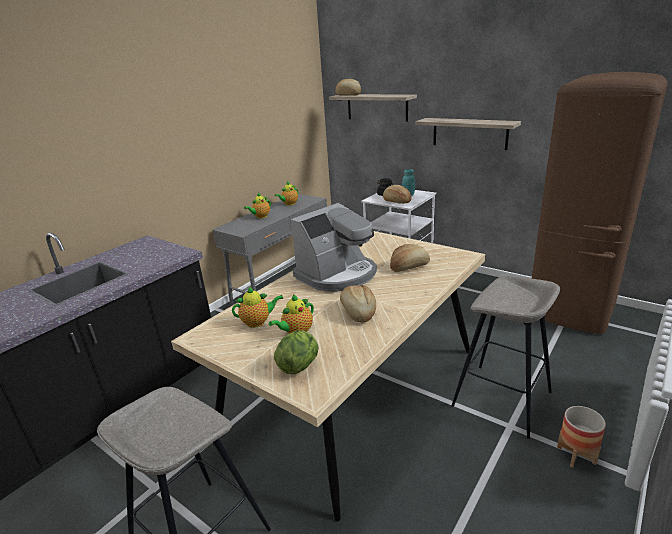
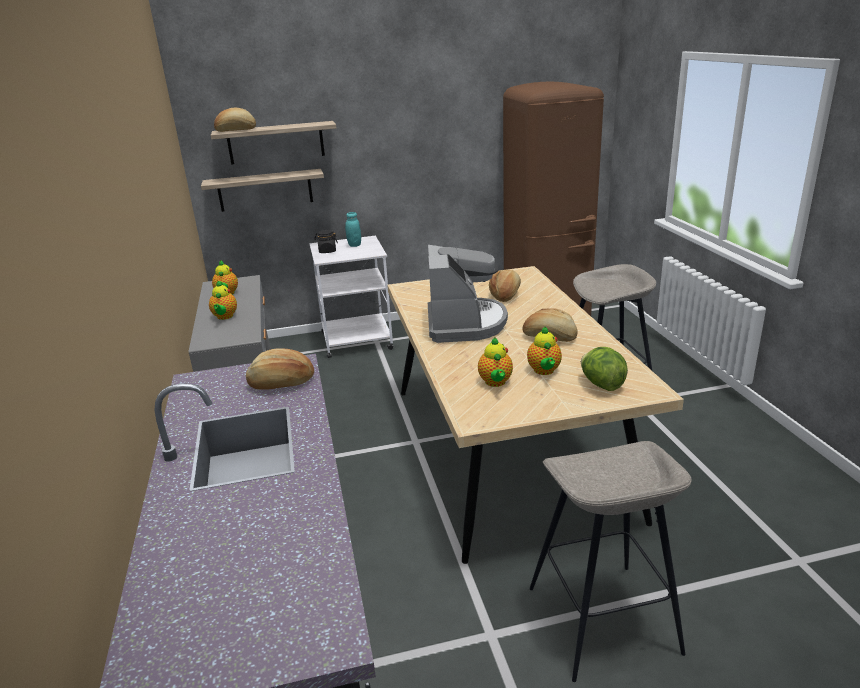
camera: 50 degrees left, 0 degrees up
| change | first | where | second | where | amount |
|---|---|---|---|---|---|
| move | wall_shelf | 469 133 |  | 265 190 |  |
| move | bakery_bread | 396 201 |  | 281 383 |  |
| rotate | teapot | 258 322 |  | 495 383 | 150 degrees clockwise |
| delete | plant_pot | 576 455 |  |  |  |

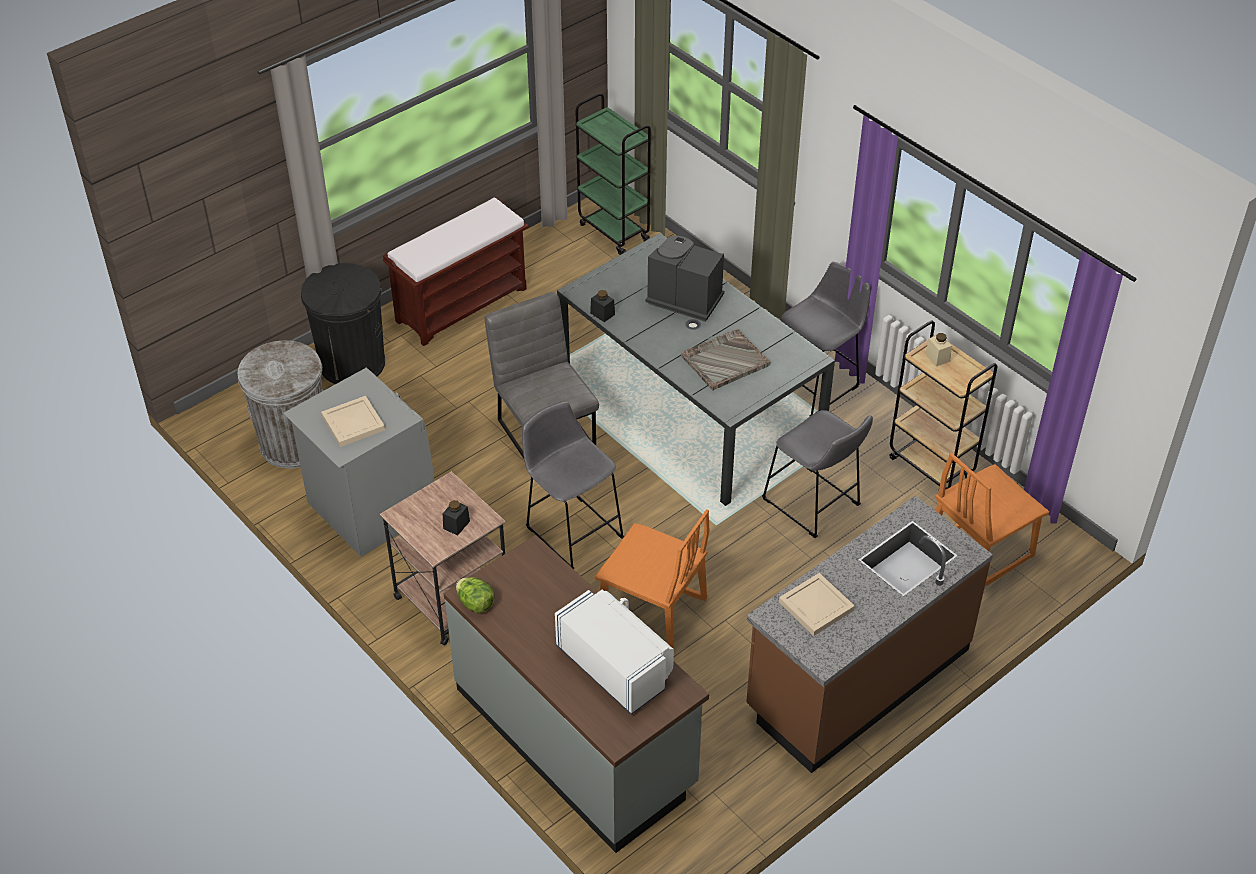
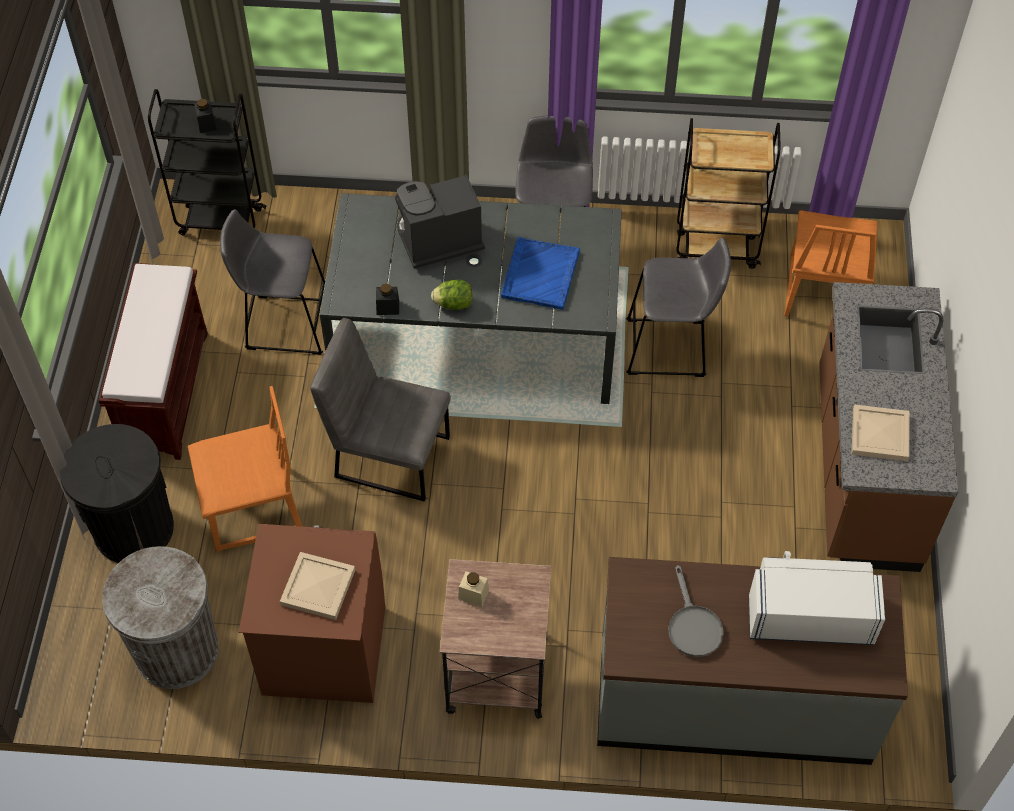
camera: 45 degrees left, 10 degrees up
| change | first | where | second | where | amount |
|---|---|---|---|---|---|
| recolor | greenish_wheeled_cart | 615 233 | black_wheeled_cart | 222 221 |  |
| recolor | grey_tray | 724 361 | bluish_tray | 540 275 |  |
| move | sand-coloured_jar | 937 357 |  | 473 594 |  |
| recolor | grey_laundry_machine | 368 507 | brown_laundry_machine | 322 652 |  |
| move | grey_sitting_stool | 572 529 |  | 284 324 |  |
| move | black_jar | 456 525 |  | 206 123 |  |
| move | orange_plain_chair | 652 611 |  | 252 509 |  |
| move | head_of_lettuce | 475 604 |  | 453 304 |  |
| insert |  |  | grey_pan | 692 625 |  |

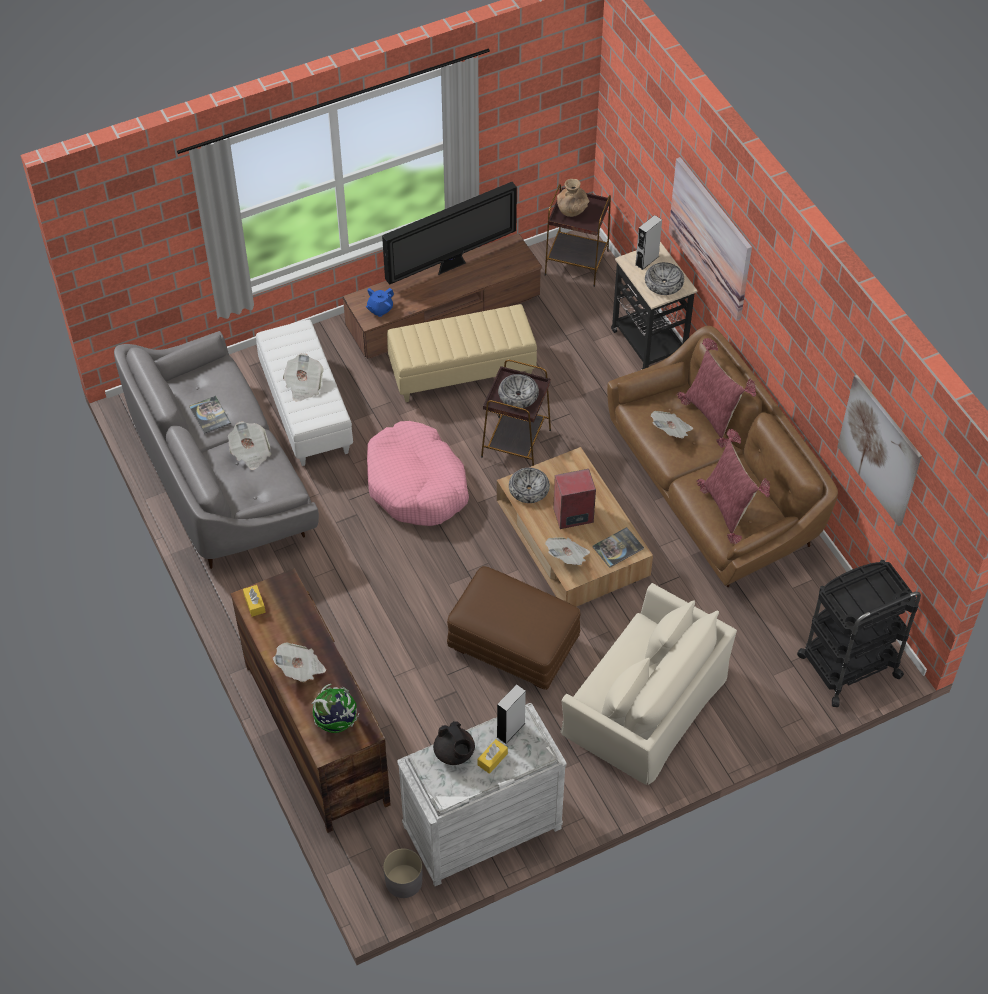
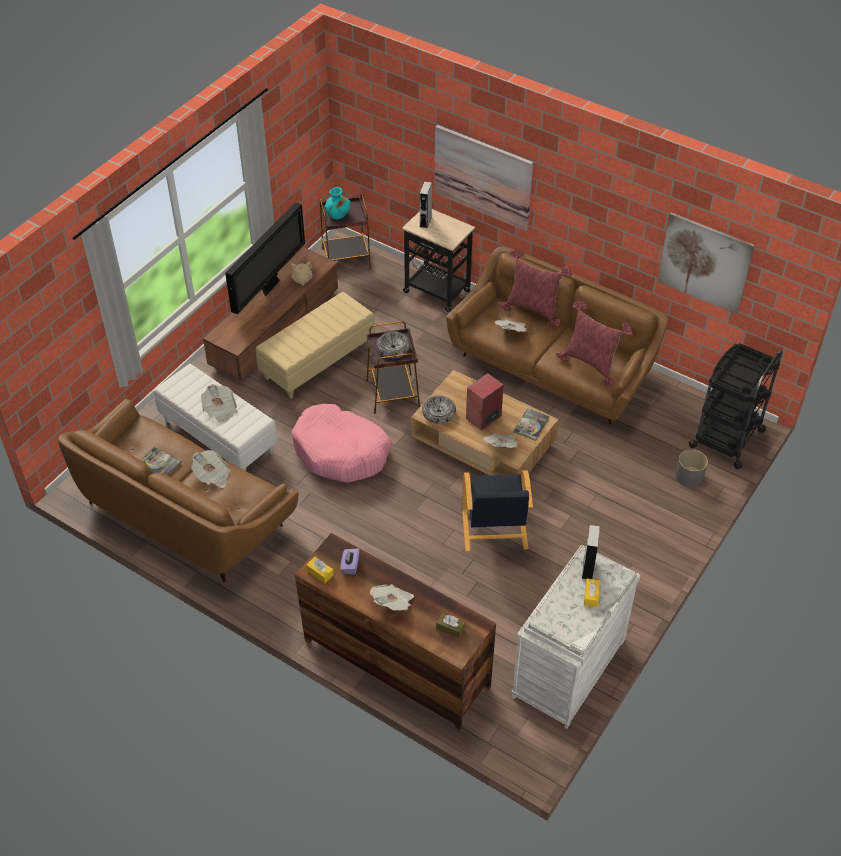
camera: 30 degrees left, 5 degrees down
| change | first | where | second | where | amount |
|---|---|---|---|---|---|
| recolor | brown_flower_vase | 572 210 | turquoise-coloured_flower_vase | 338 214 |  |
| delete | deep_dish | 663 283 |  |  |  |
| delete | bluish_teapot | 380 309 |  |  |  |
| recolor | grey_sofa | 221 477 | brown_sofa | 184 512 |  |
| replace | brown_footrest | 513 645 | black_lounge_chair | 494 530 |  |
| delete | sand-coloured_lounge_chair | 645 704 |  |  |  |
| replace | desk_globe | 336 722 | brown_box_of_tissues | 450 628 |  |
| delete | black_teapot | 454 753 |  |  |  |
| move | grey_plant_pot | 404 881 |  | 689 477 |  |
| insert |  |  | sand-coloured_teapot | 302 280 |  |
| insert |  |  | purplish_box_of_tissues | 350 566 |  |

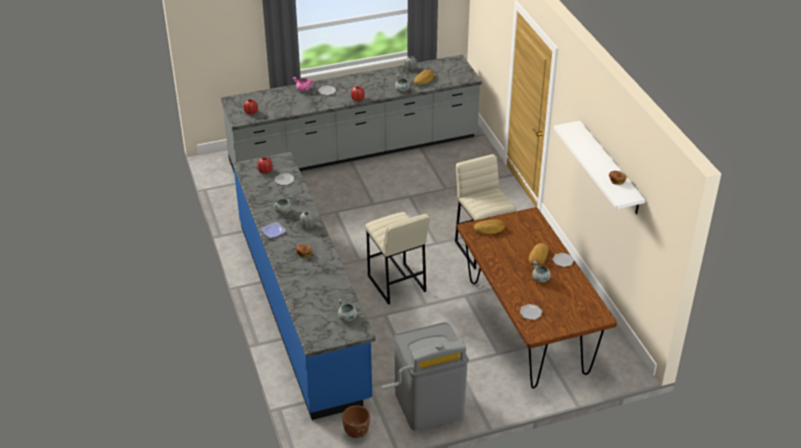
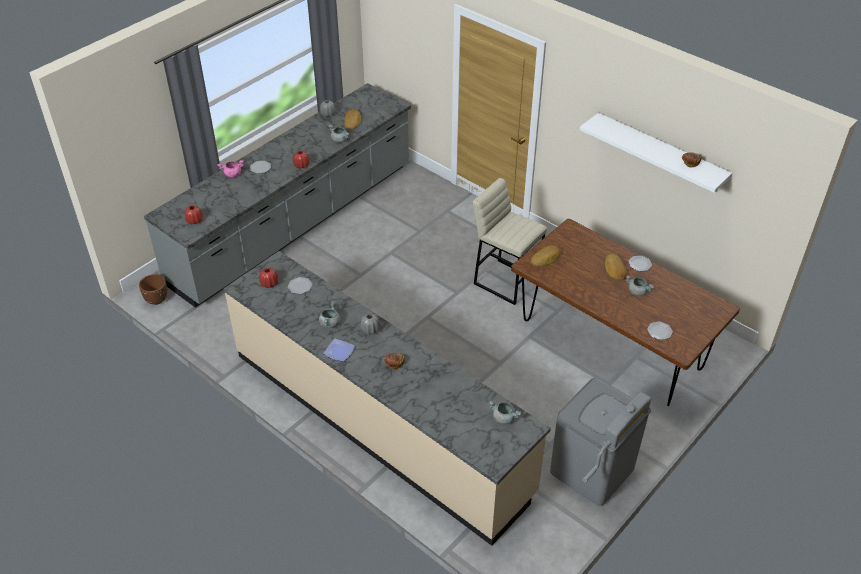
camera: 30 degrees left, 5 degrees up
| change | first | where | second | where | amount |
|---|---|---|---|---|---|
| recolor | bluish_counter | 302 307 | sand-coloured_counter | 380 421 |  |
| delete | sand-coloured_sitting_stool | 397 284 |  |  |  |
| move | brown_plant_pot | 356 432 |  | 157 300 |  |

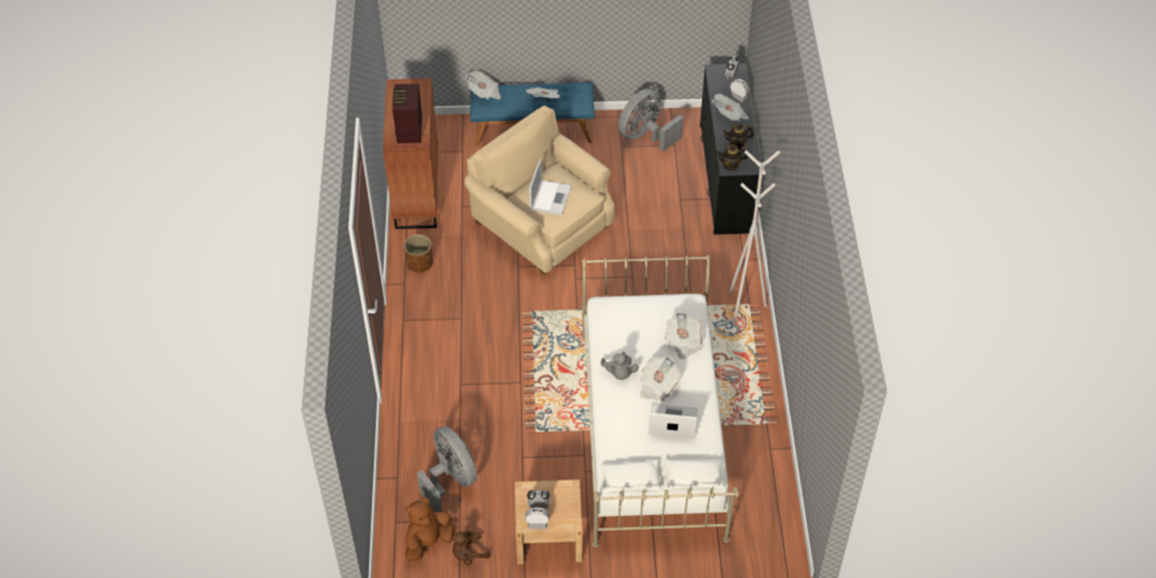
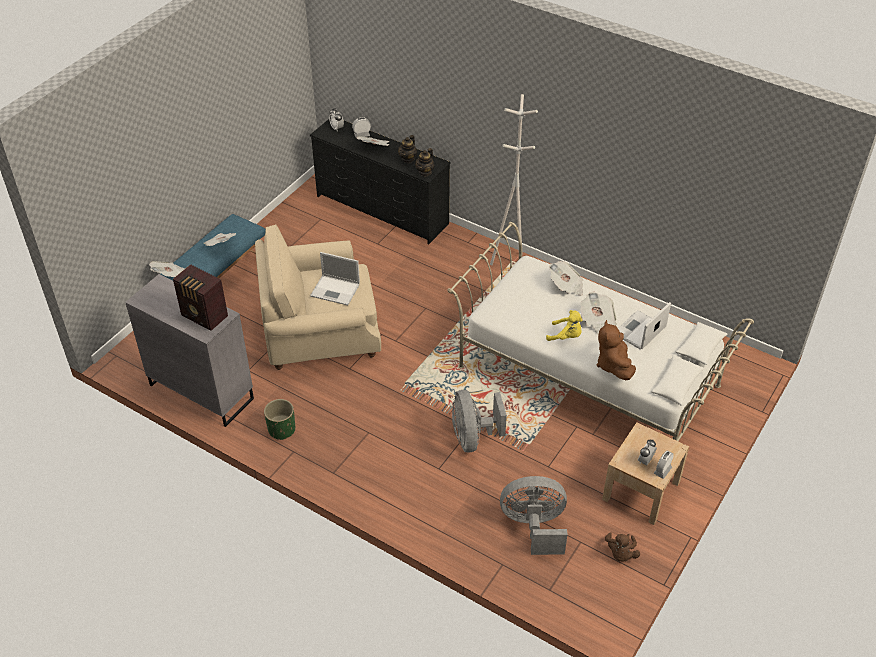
camera: 55 degrees left, 5 degrees down
| change | first | where | second | where | amount |
|---|---|---|---|---|---|
| recolor | brown_drawer_chest | 416 193 | grey_drawer_chest | 200 392 |  |
| move | grey_cooling_fan | 645 136 |  | 472 437 |  |
| rotate | portable_computer | 550 197 |  | 336 290 | 150 degrees clockwise |
| recolor | brown_plant_pot | 419 263 | greenish_plant_pot | 281 429 |  |
| recolor | grey_plush_toy | 619 373 | yellowish_plush_toy | 566 336 |  |
| move | brown_plush_toy | 428 542 |  | 613 365 |  |

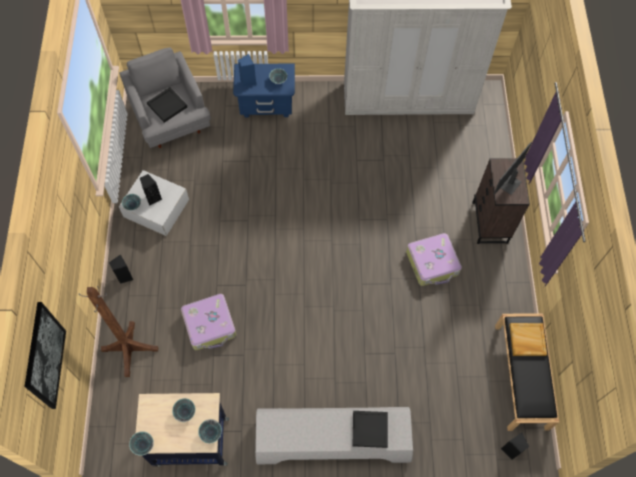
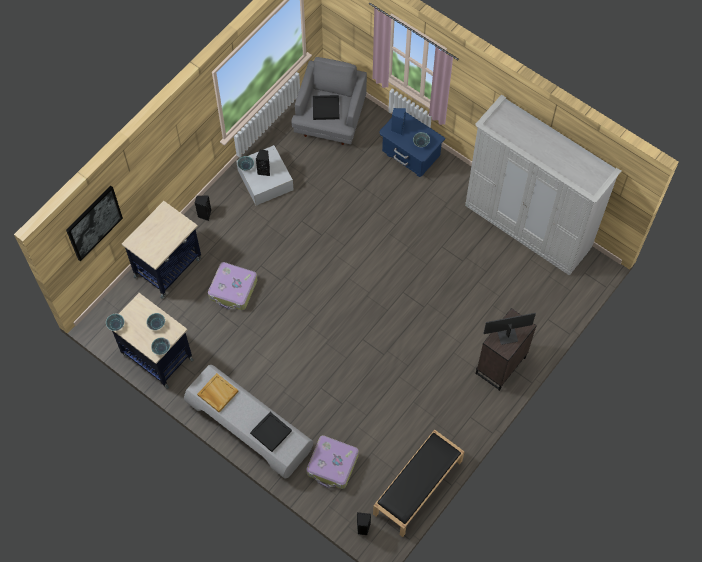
camera: 40 degrees right, 0 degrees up
| change | first | where | second | where | amount |
|---|---|---|---|---|---|
| move | travel_case | 433 263 |  | 332 465 |  |
| replace | brown_clothes_rack | 130 349 | bluish_wheeled_cart | 168 267 |  |
| move | sand-coloured_tray | 527 340 |  | 217 393 |  |

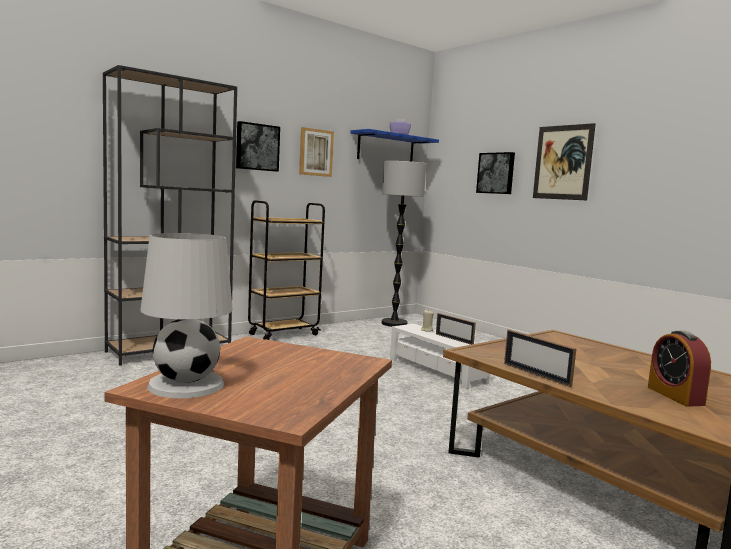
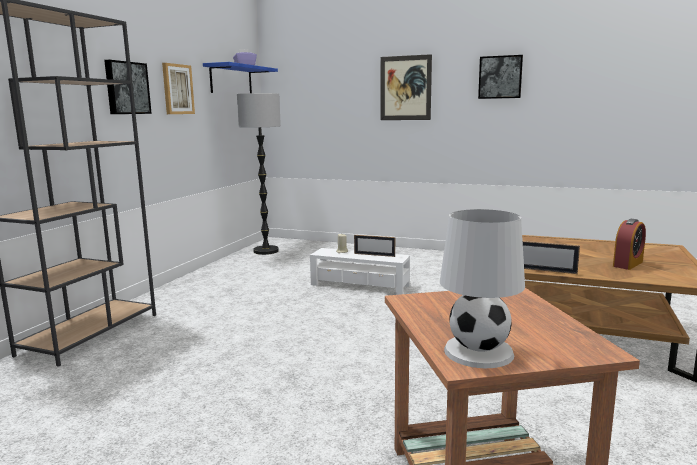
camera: 30 degrees left, 5 degrees up
| change | first | where | second | where | amount |
|---|---|---|---|---|---|
| move | picture | 496 173 |  | 500 77 |  |
| delete | brown_wheeled_cart | 284 334 |  |  |  |
| rotate | alarm_clock | 675 396 |  | 627 264 | 90 degrees counterclockwise |

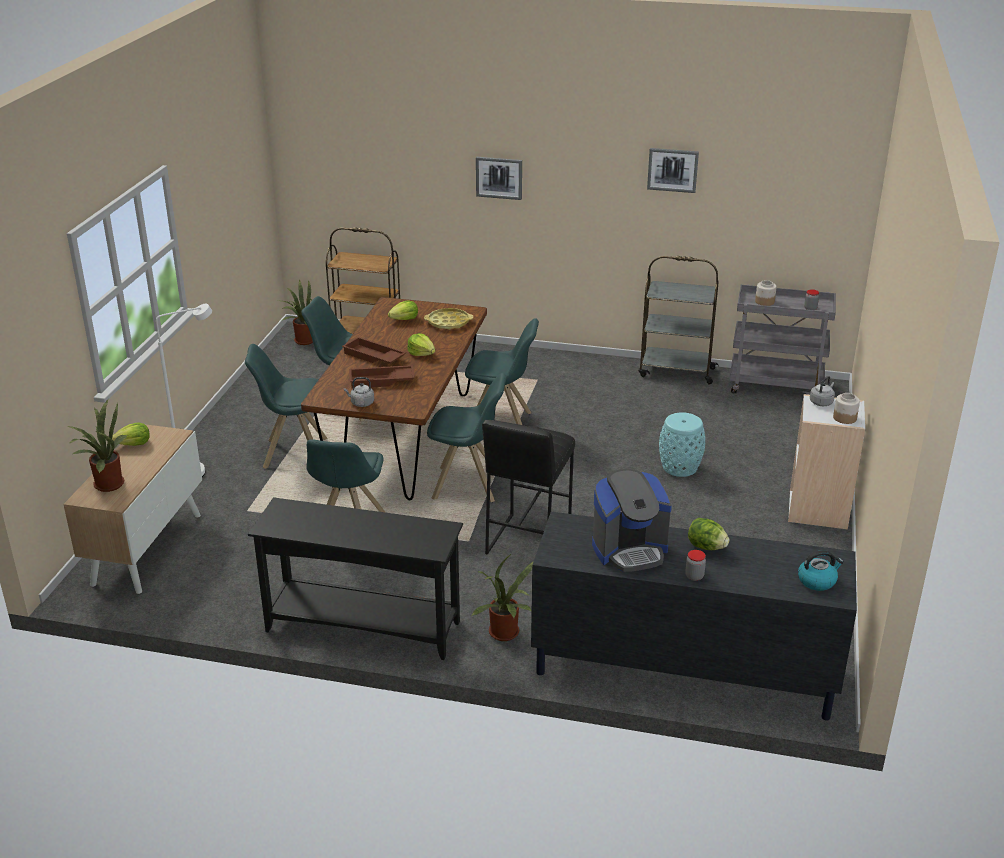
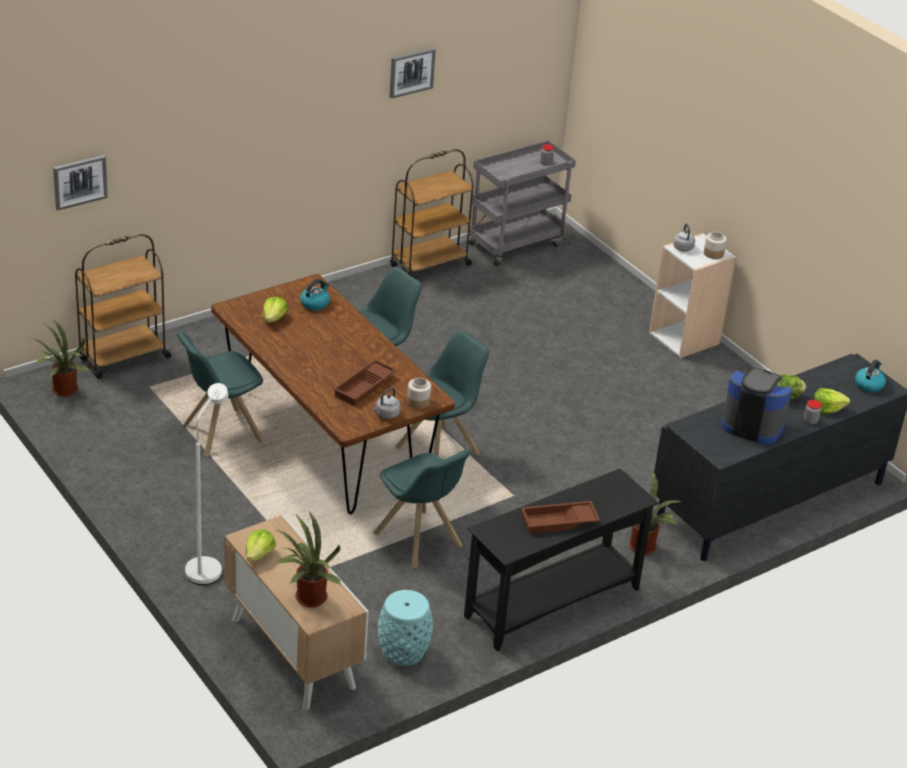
camera: 50 degrees left, 5 degrees up
| change | first | where | second | where | amount |
|---|---|---|---|---|---|
| move | picture | 499 177 |  | 80 181 |  |
| recolor | grey_wheeled_cart | 675 372 | brown_wheeled_cart | 429 266 |  |
| move | jar | 764 302 |  | 418 402 |  |
| replace | yellowish_tray | 448 322 | water_kettle | 315 304 |  |
| move | head_of_lettuce | 421 354 |  | 827 408 |  |
| move | brown_tray | 373 357 |  | 559 522 |  |
| delete | turquoise-coloured_plain_chair | 294 453 |  |  |  |
| move | turquoise-coloured_sitting_stool | 679 467 |  | 403 652 |  |
| delete | black_sitting_stool | 527 541 |  |  |  |
| rotate | coffee_brewer | 630 550 |  | 752 425 | 90 degrees counterclockwise |

